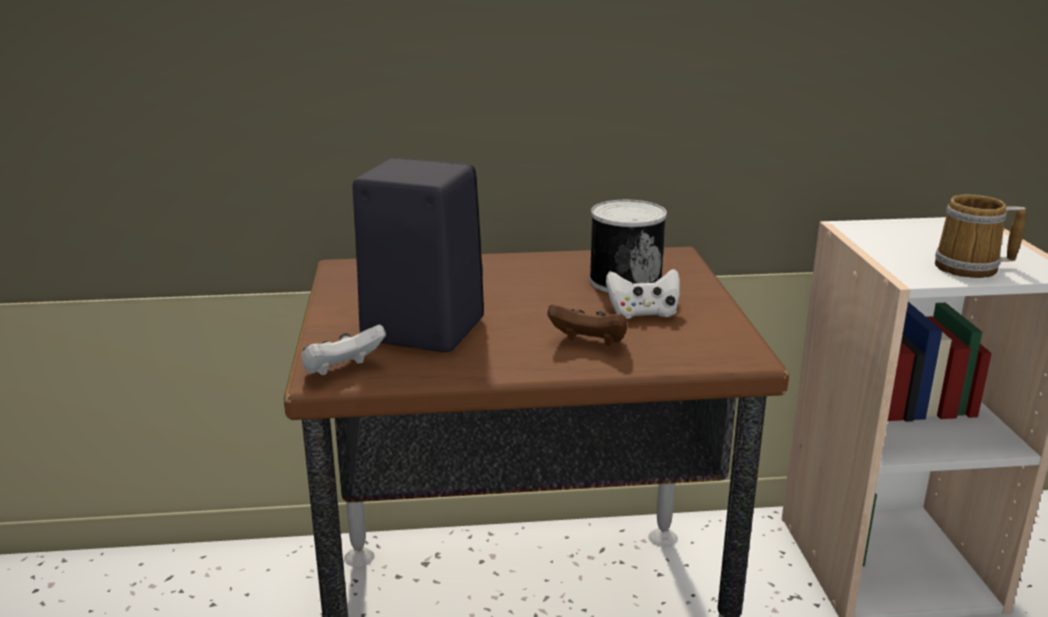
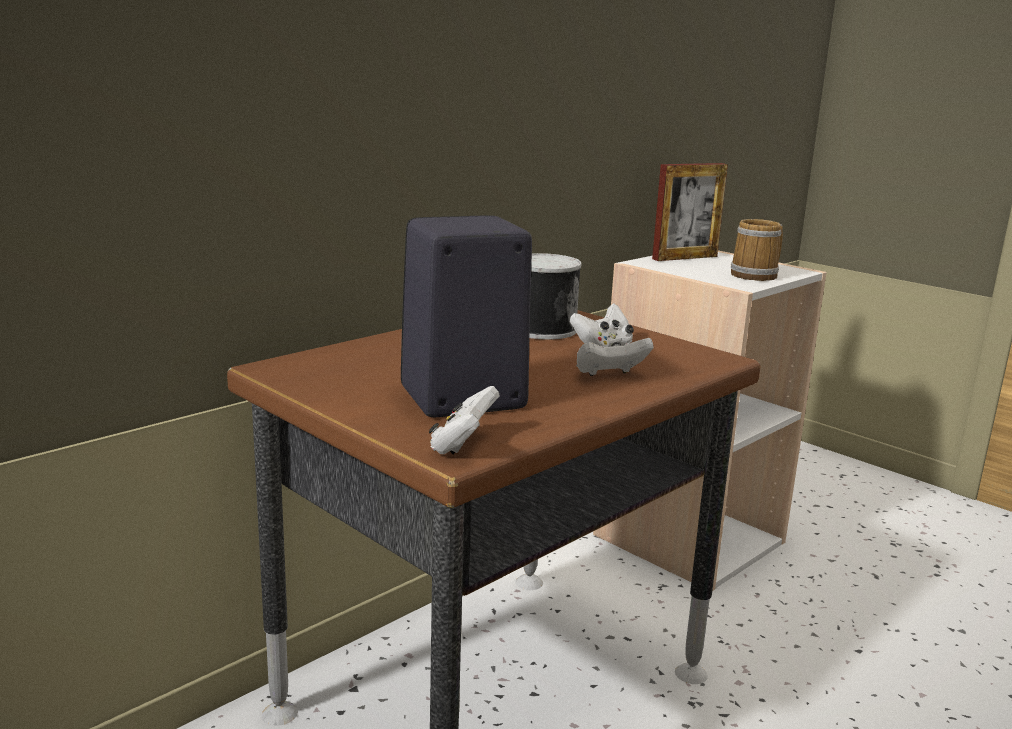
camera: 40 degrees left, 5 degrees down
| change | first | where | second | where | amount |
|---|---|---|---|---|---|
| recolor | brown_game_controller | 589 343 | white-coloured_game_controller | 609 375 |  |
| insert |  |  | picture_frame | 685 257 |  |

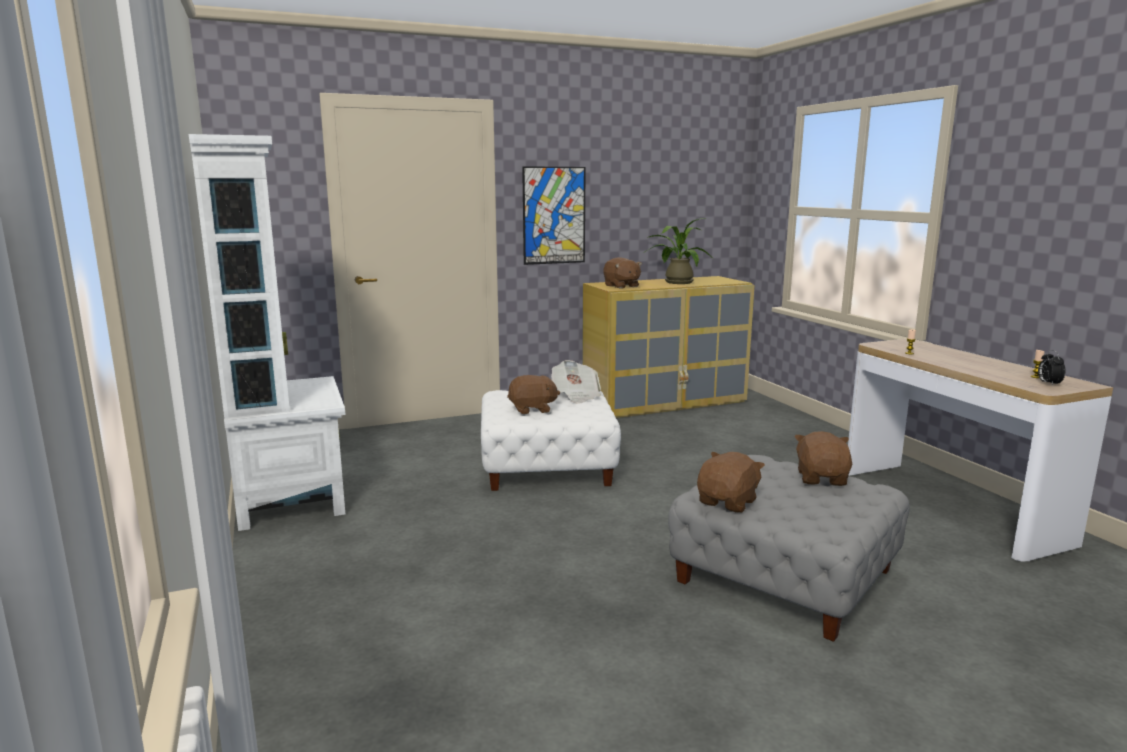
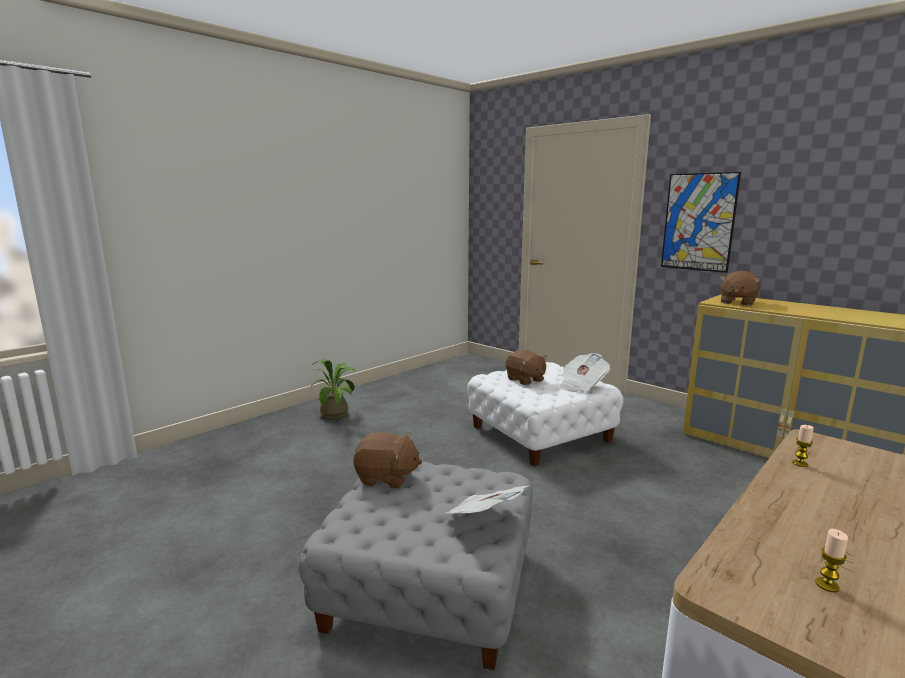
camera: 65 degrees right, 0 degrees up
| change | first | where | second | where | amount |
|---|---|---|---|---|---|
| delete | white-coloured_cupboard | 293 499 |  |  |  |
| move | houseplant | 676 282 |  | 337 413 |  |
| delete | alarm_clock | 1048 384 |  |  |  |
| replace | brown_plush_toy | 822 478 | daily_paper | 485 519 |  |

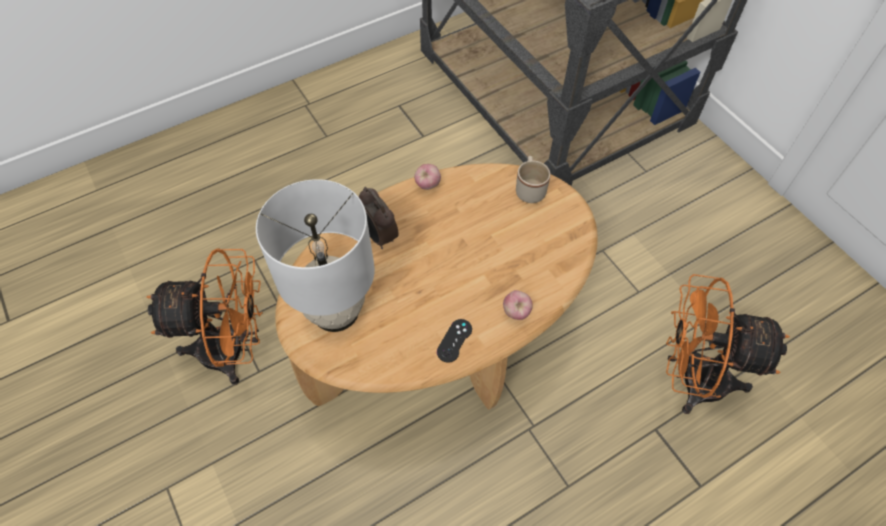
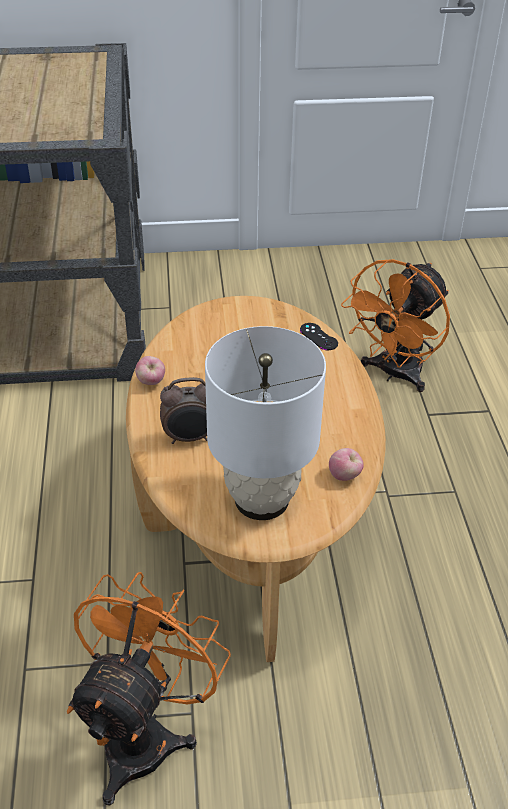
camera: 65 degrees left, 15 degrees down
| change | first | where | second | where | amount |
|---|---|---|---|---|---|
| delete | sand-coloured_coffee_mug | 530 188 |  |  |  |
| move | whole_apple | 516 312 |  | 344 475 |  |
| move | black_game_controller | 454 340 |  | 318 337 |  |

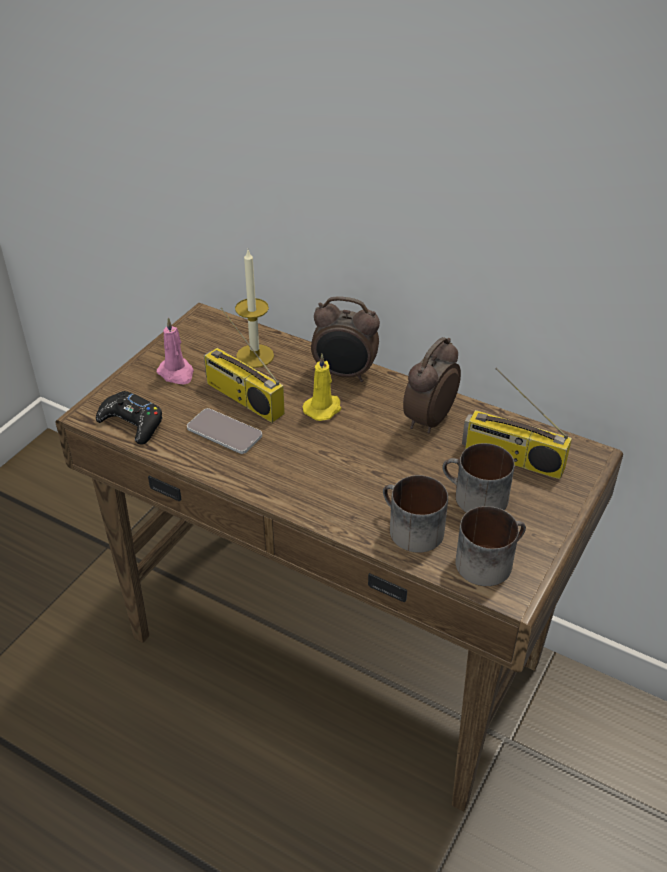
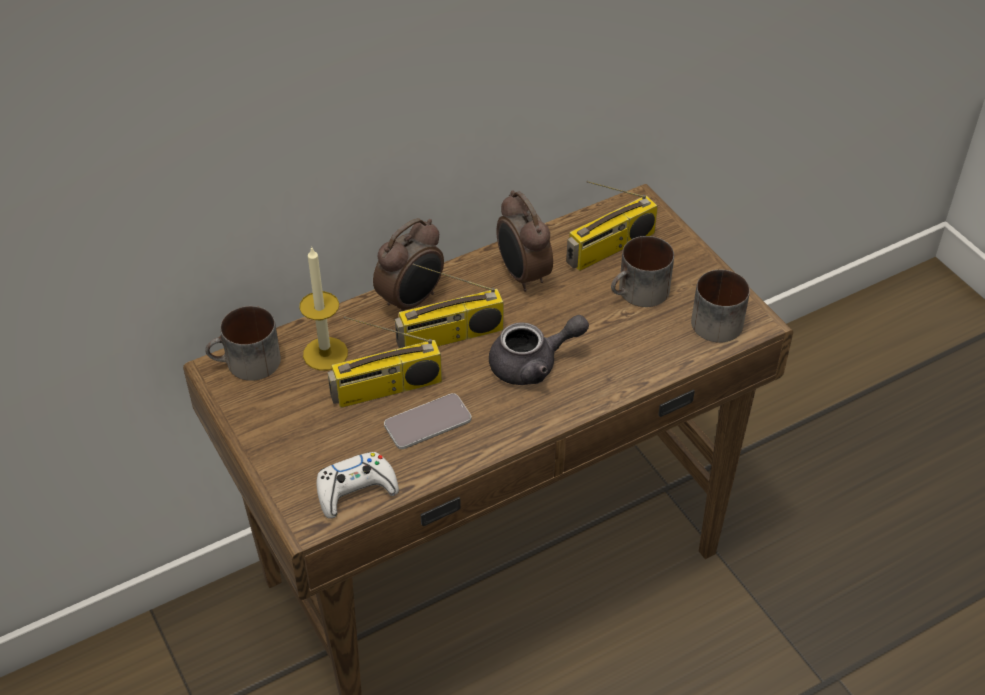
camera: 60 degrees left, 5 degrees up
| change | first | where | second | where | amount |
|---|---|---|---|---|---|
| delete | pink_candle | 177 373 |  |  |  |
| replace | yellowish_candle | 323 408 | radio | 450 337 |  |
| recolor | black_game_controller | 132 423 | white-coloured_game_controller | 355 490 |  |
| move | coffee_mug | 409 529 |  | 246 364 |  |
| insert |  |  | grey_teapot | 533 364 |  |

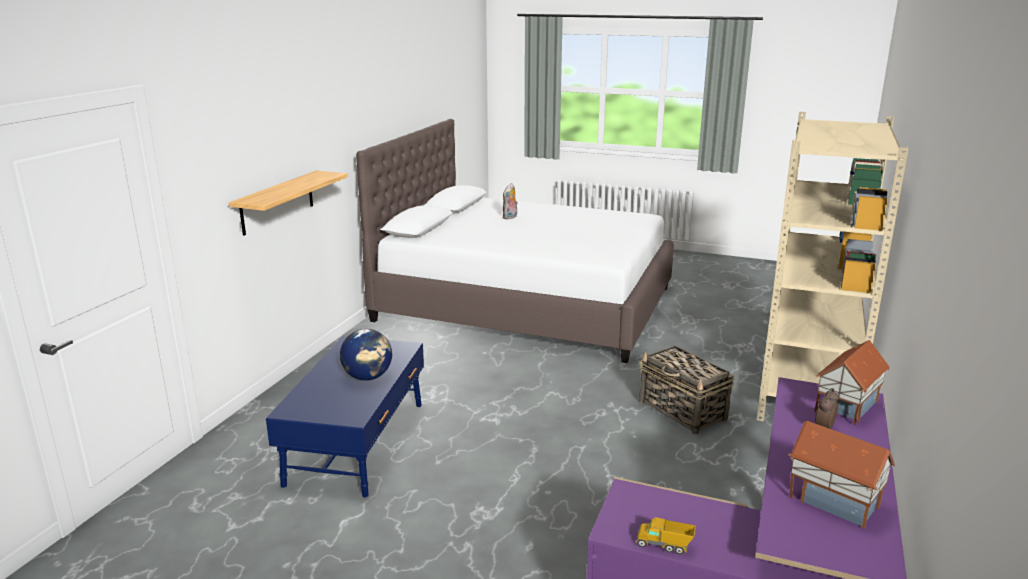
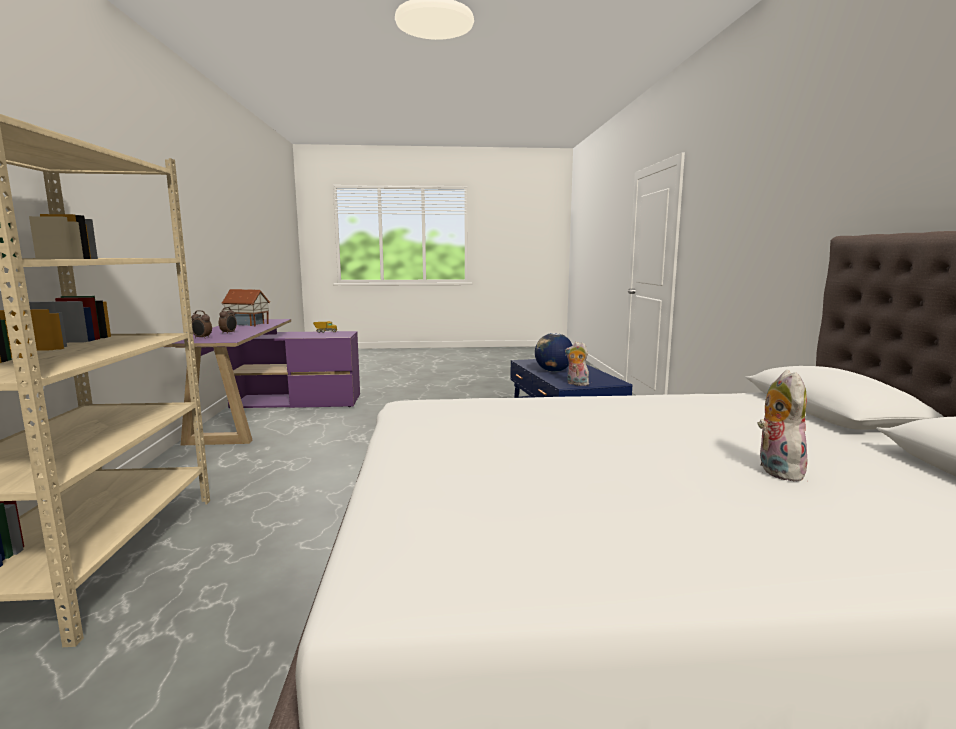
camera: 155 degrees right, 10 degrees down
| change | first | where | second | where | amount |
|---|---|---|---|---|---|
| delete | wall_shelf | 277 202 |  |  |  |
| replace | miniature_house | 845 406 | alarm_clock | 202 338 |  |
| delete | household_basket | 683 411 |  |  |  |
| insert |  |  | plush_toy | 576 384 |  |

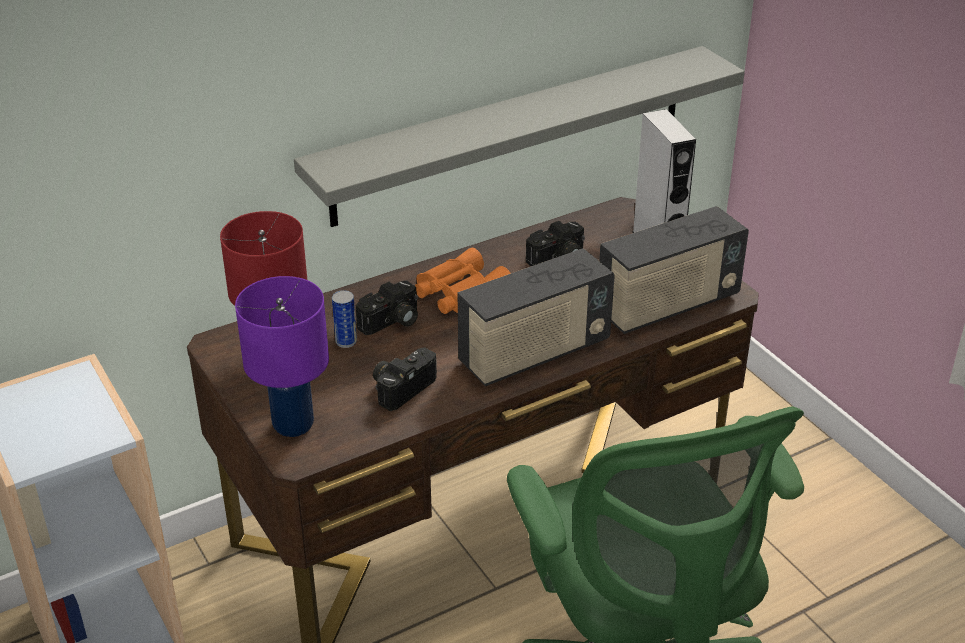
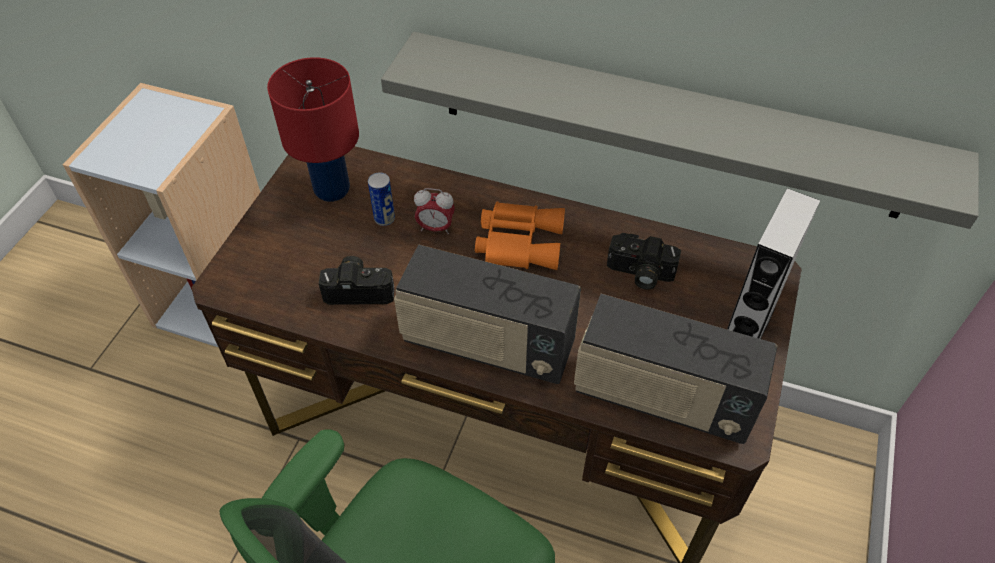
camera: 50 degrees right, 15 degrees up
| change | first | where | second | where | amount |
|---|---|---|---|---|---|
| delete | purplish_table_lamp | 295 425 |  |  |  |
| replace | still_camera | 392 322 | alarm_clock | 435 228 |  |

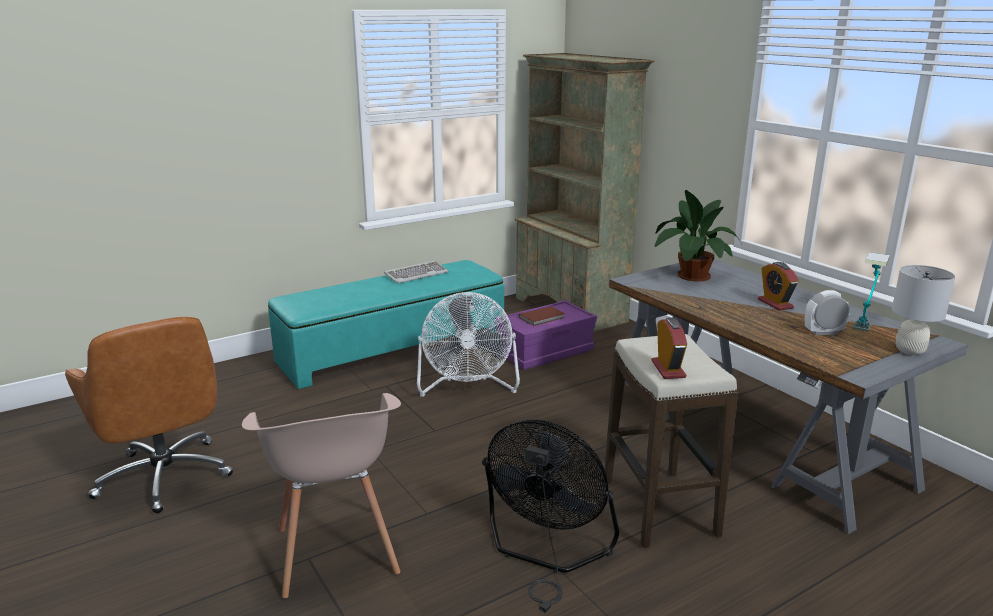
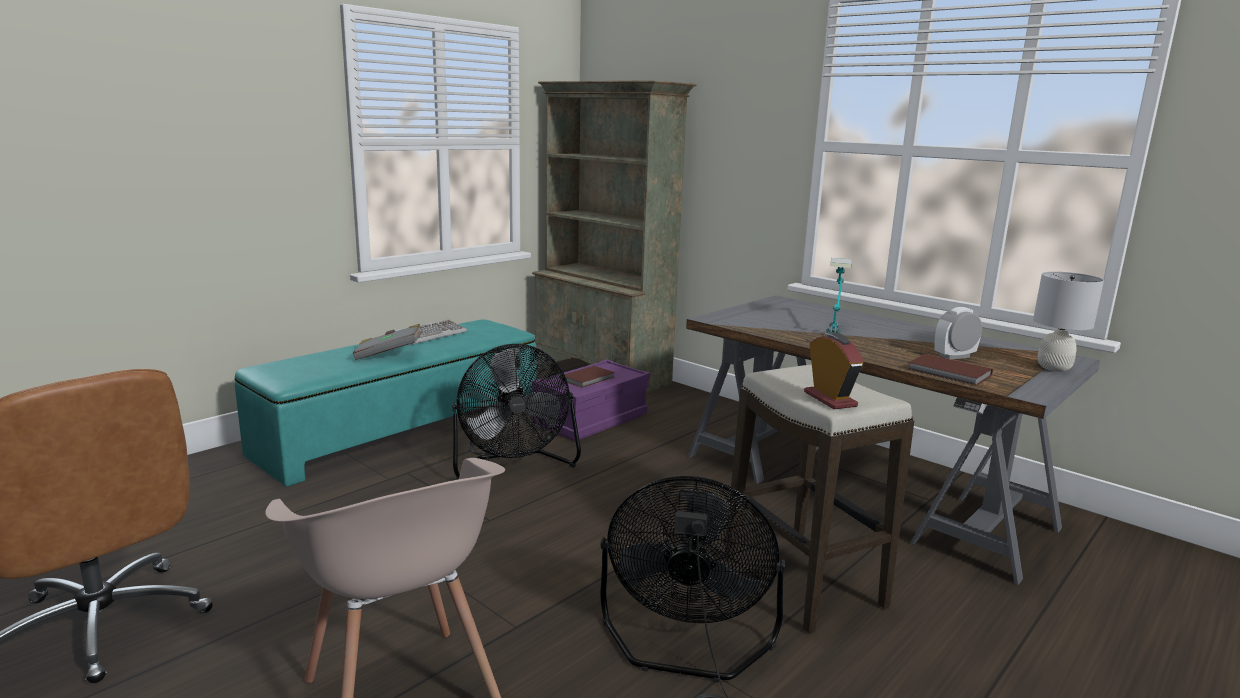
camera: 15 degrees left, 5 degrees down
| change | first | where | second | where | amount |
|---|---|---|---|---|---|
| delete | houseplant | 690 276 |  |  |  |
| move | table_lamp | 865 319 |  | 833 328 |  |
| delete | alarm_clock | 775 304 |  |  |  |
| recolor | white-coloured_cooling_fan | 464 385 | black_cooling_fan | 508 464 |  |
| insert |  |  | grey_book | 388 355 |  |
| insert |  |  | brown_book | 949 373 |  |

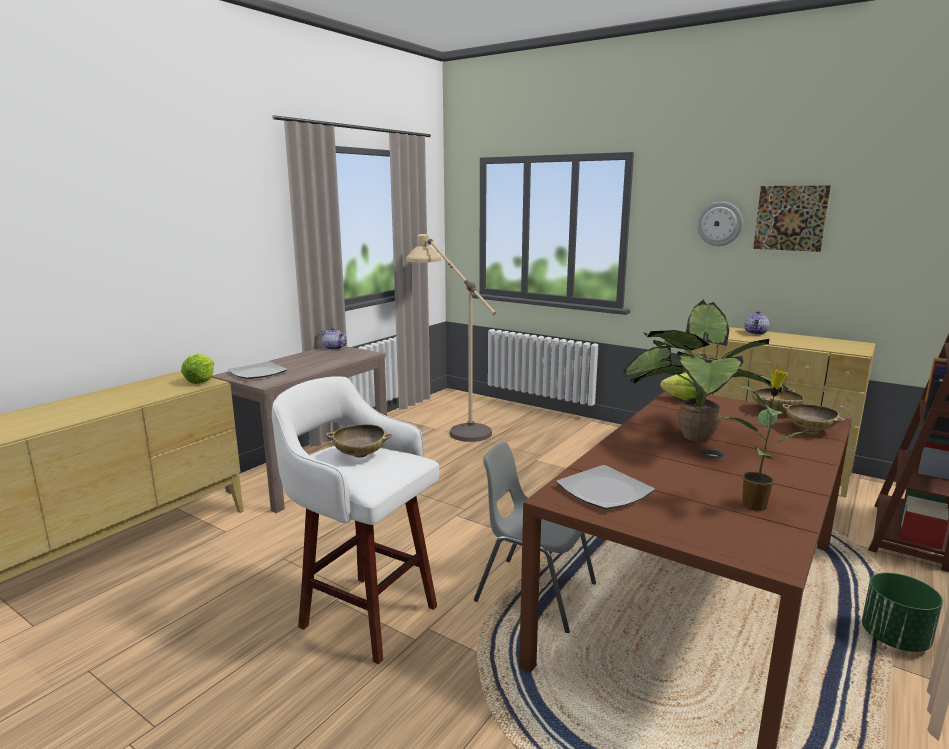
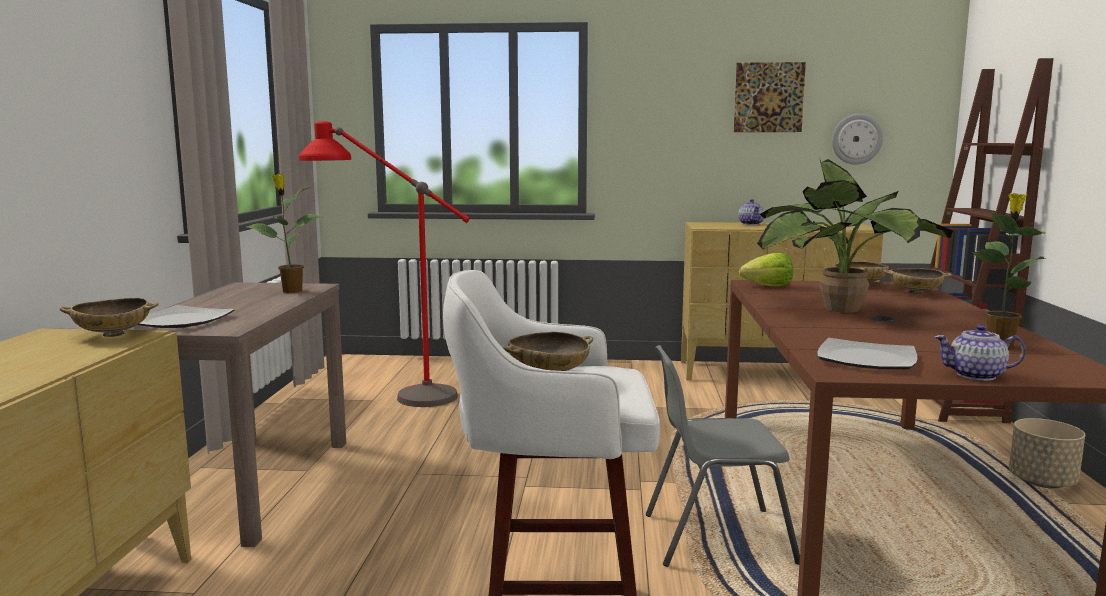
camera: 30 degrees left, 5 degrees down
| change | first | where | second | where | amount |
|---|---|---|---|---|---|
| move | clock_on_the_wall | 719 223 |  | 856 139 |  |
| recolor | sand-coloured_standard_lamp | 452 425 | red_standard_lamp | 390 392 |  |
| move | teapot | 334 348 |  | 977 375 |  |
| replace | head_of_lettuce | 201 381 | sand-coloured_deep_dish | 113 335 |  |
| recolor | greenish_plant_pot | 894 639 | sand-coloured_plant_pot | 1042 483 |  |
| insert |  |  | houseplant | 291 291 |  |

